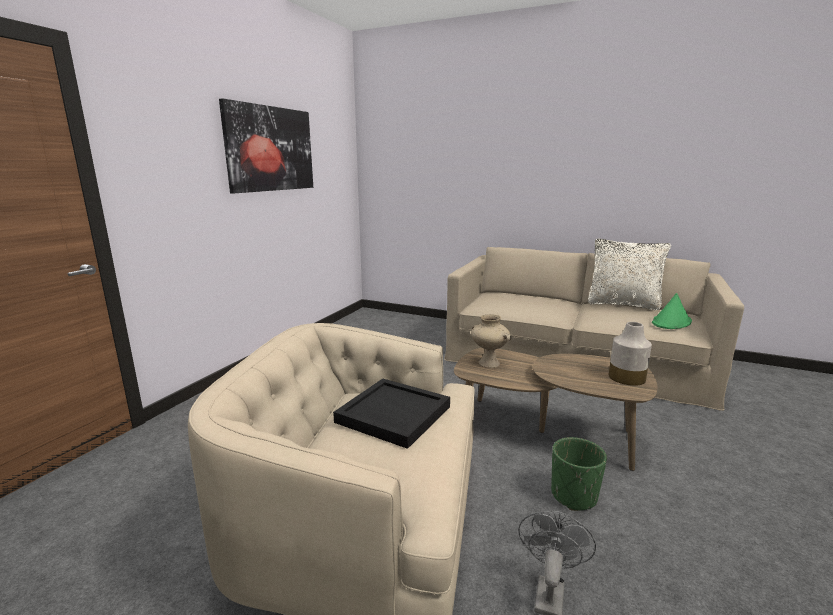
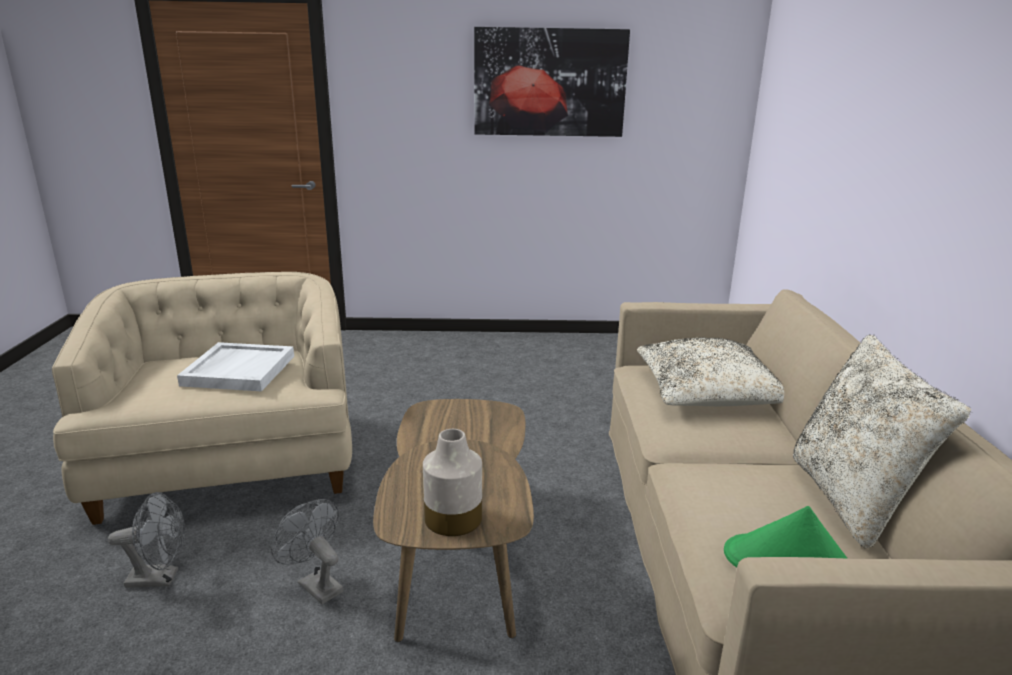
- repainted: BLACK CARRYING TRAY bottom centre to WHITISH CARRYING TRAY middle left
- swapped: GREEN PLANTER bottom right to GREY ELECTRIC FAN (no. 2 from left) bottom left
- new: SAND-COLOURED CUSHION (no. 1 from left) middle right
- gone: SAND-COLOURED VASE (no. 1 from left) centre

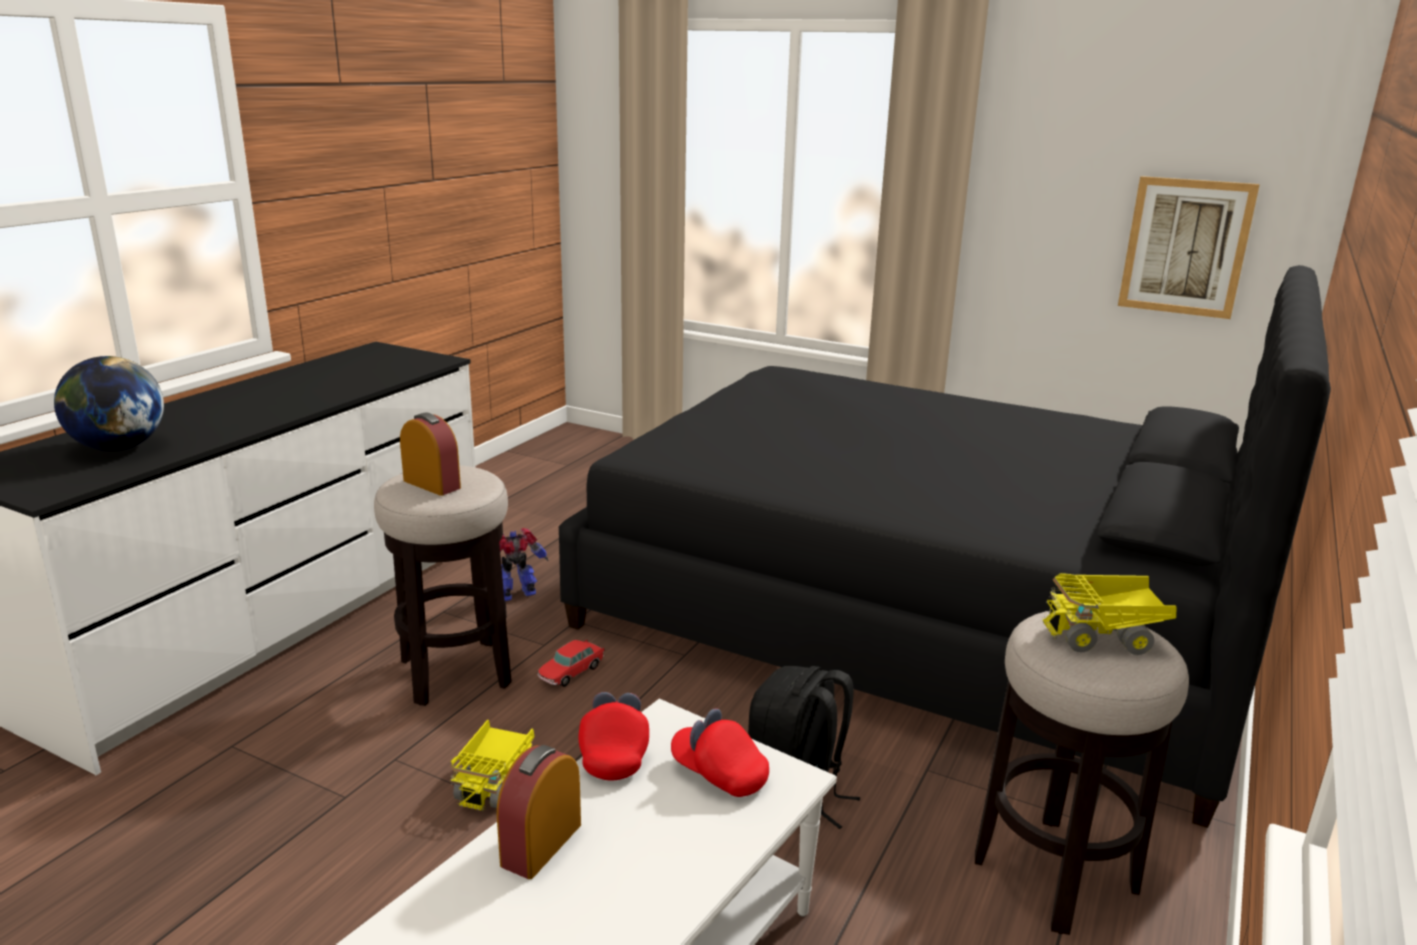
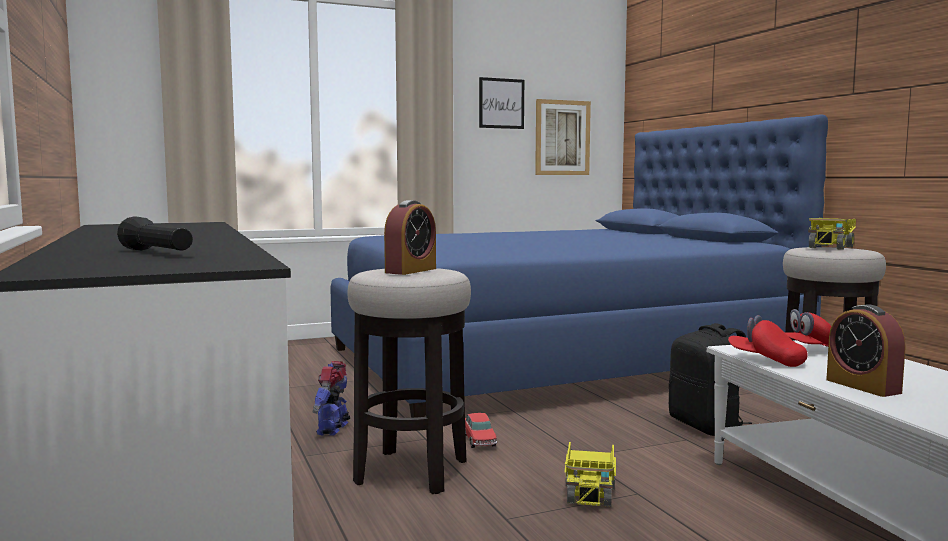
- swapped: DESK GLOBE middle left to BLACK HAND TORCH middle left
- repainted: BLACK BED middle right to BLUE-COLOURED BED centre
- rotated: TABLE CLOCK (no. 1 from left) middle left = centre 135 degrees clockwise
- new: WALL PICTURE (no. 1 from left) top centre
- rotated: TOY TRUCK (no. 1 from left) bottom centre = bottom centre 45 degrees clockwise

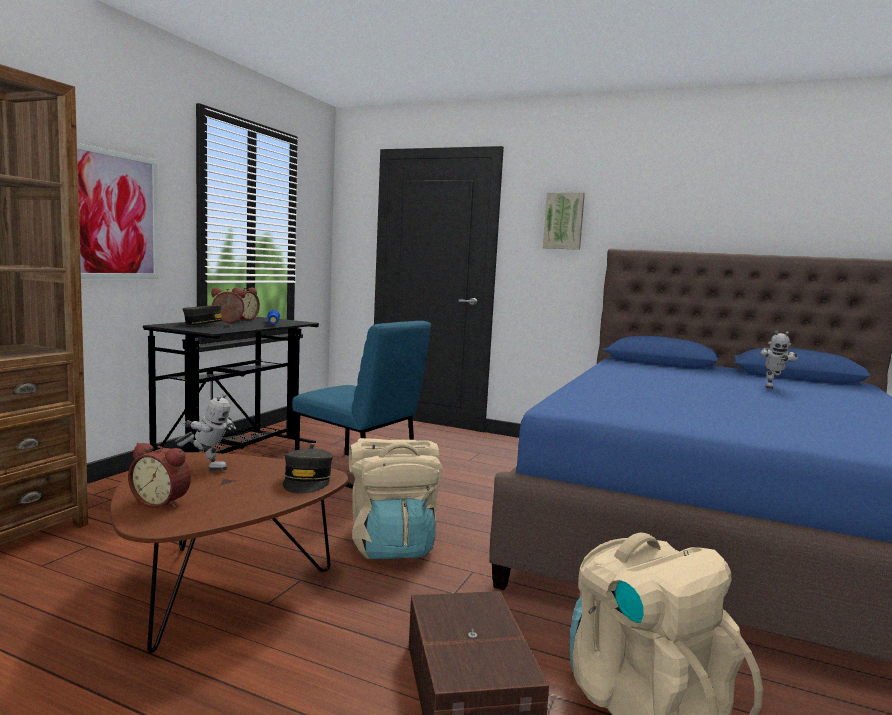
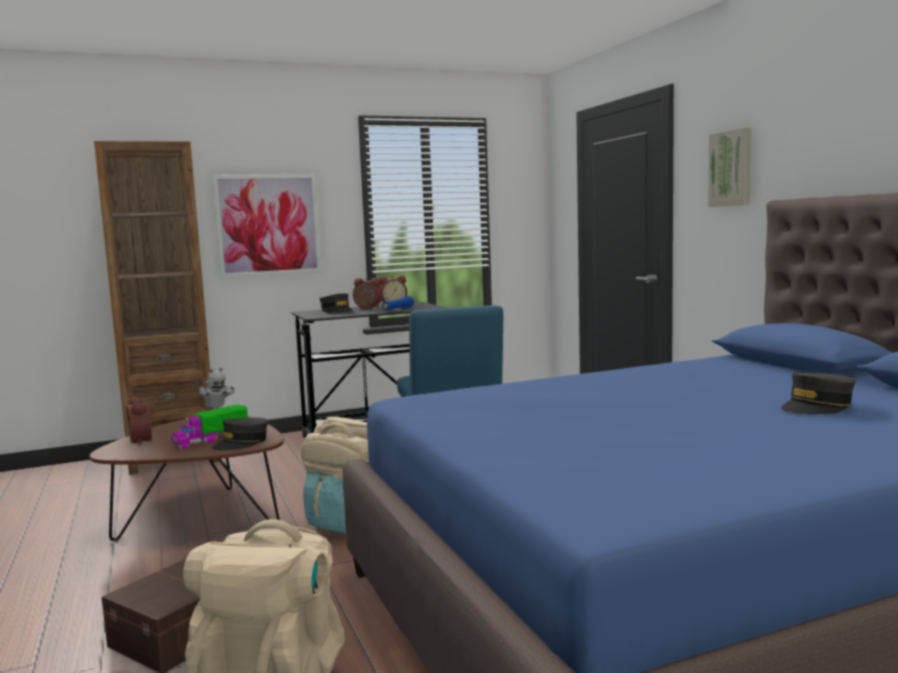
- new: TOY TRUCK middle left
- swapped: ROBOT FIGURE (no. 2 from left) middle right to GREY CAP (no. 3 from left) middle right

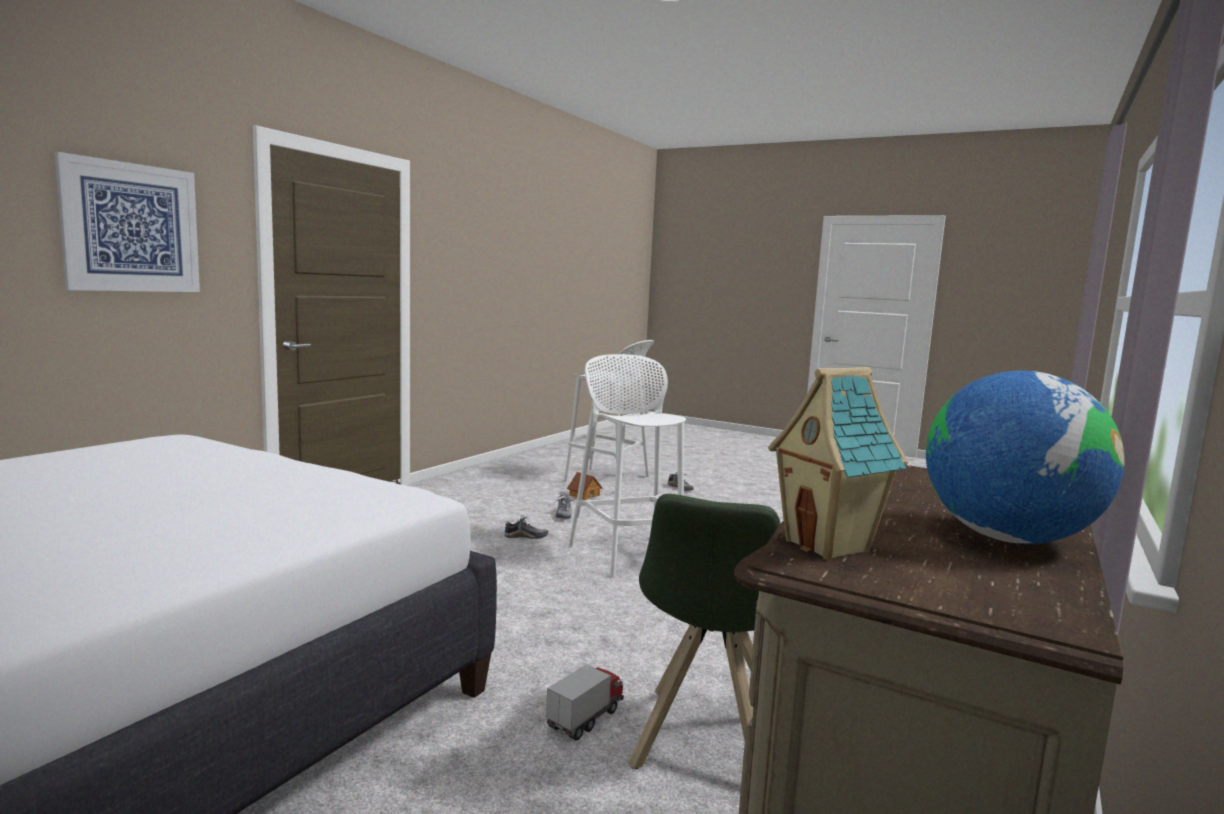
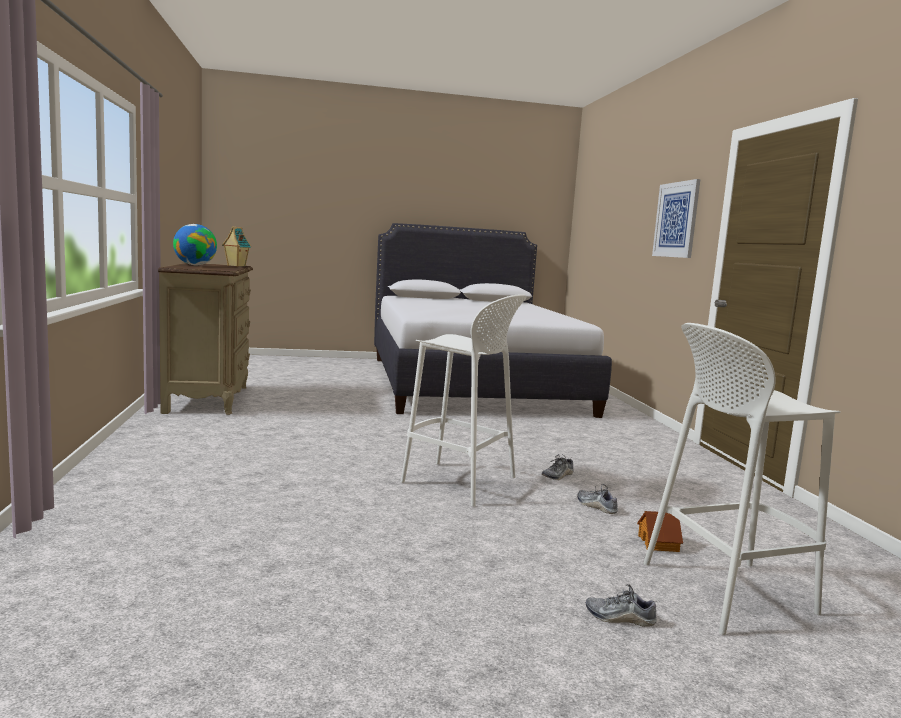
- gone: TOY TRUCK bottom centre
- gone: GREEN PLAIN CHAIR bottom centre

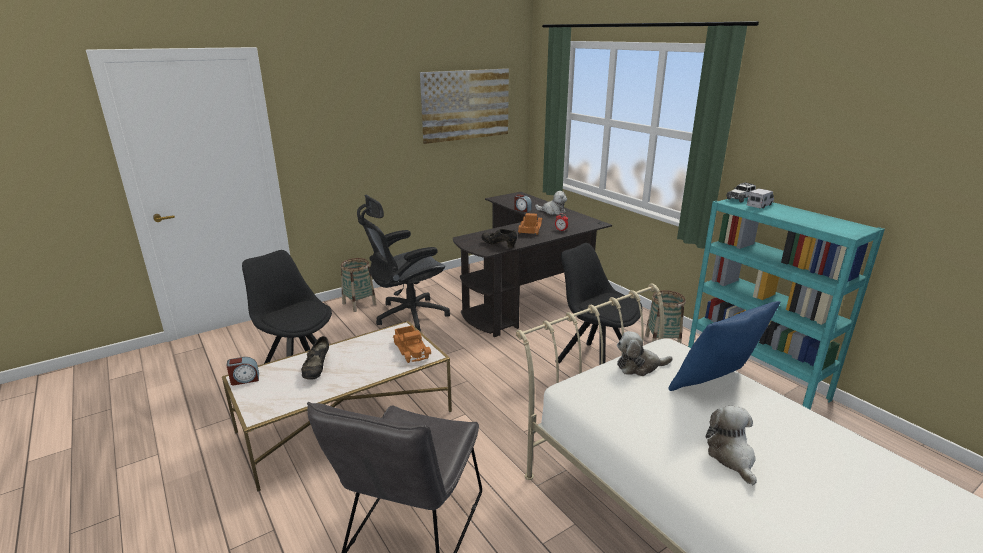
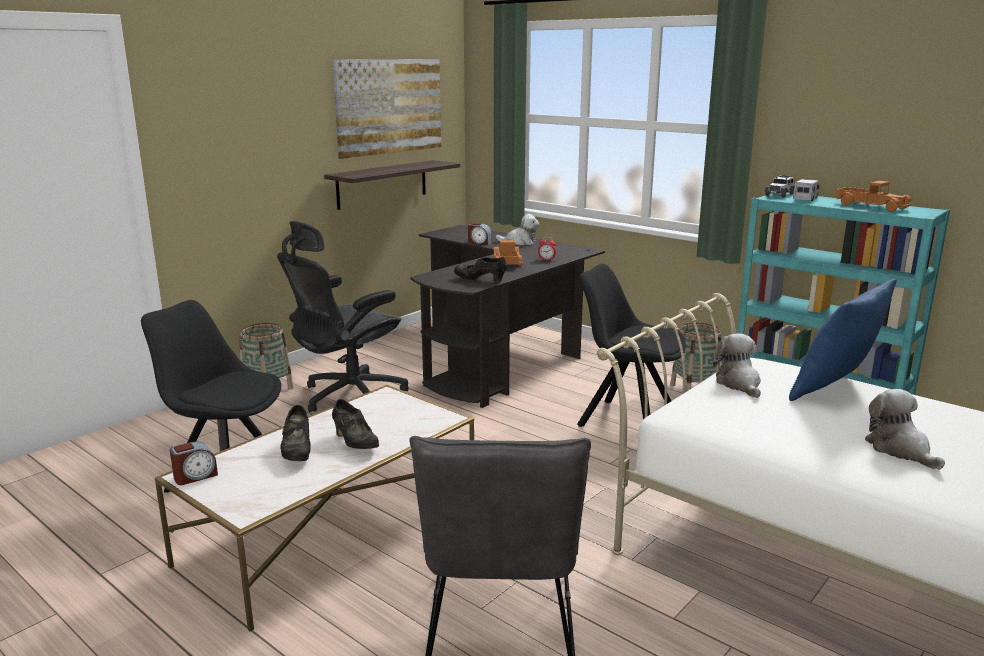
- new: SHELF top centre
- new: BLACK ITEM OF FOOTWEAR (no. 2 from left) centre
- rotated: PLUSH TOY (no. 2 from left) centre = middle right 105 degrees clockwise
- shifted: TOY TRUCK (no. 1 from left in the first image) centre to TOY TRUCK (no. 3 from left) top right

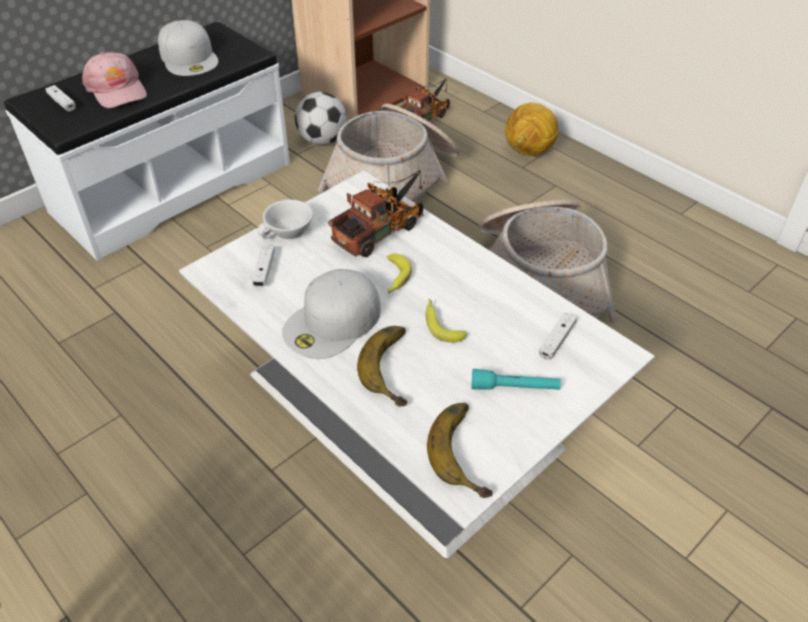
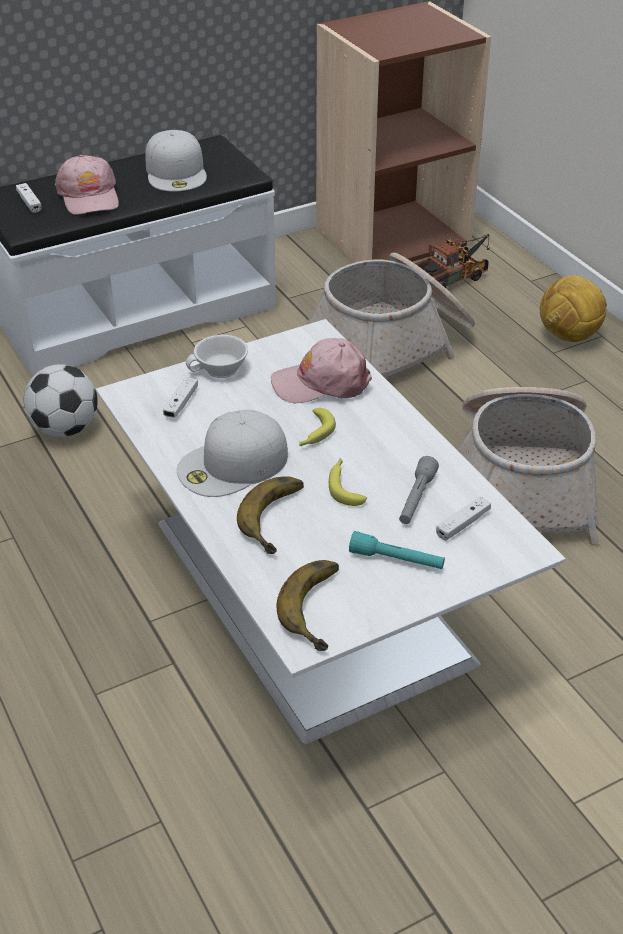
- shifted: FOOTBALL (no. 1 from left) top centre to middle left
- swapped: TOY TRUCK (no. 1 from left) centre to PINK CAP (no. 2 from left) centre
- new: GREY HAND TORCH middle right

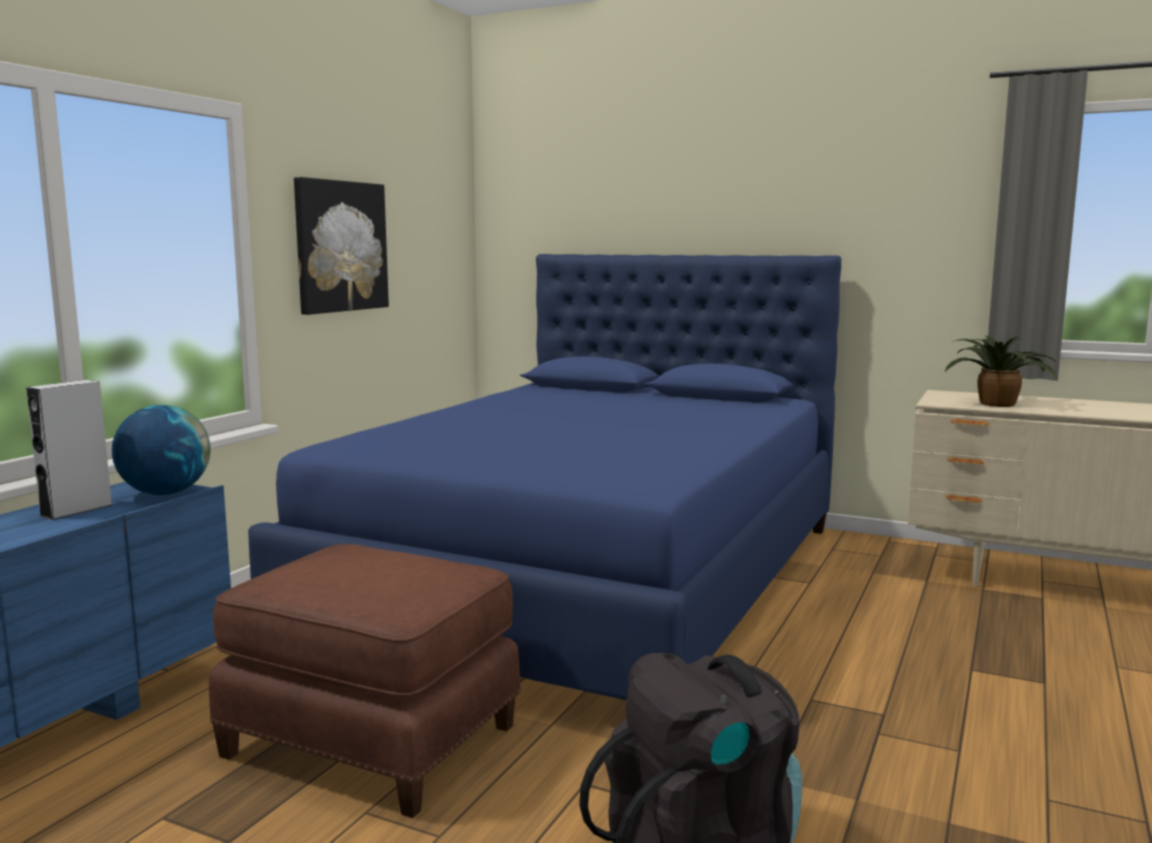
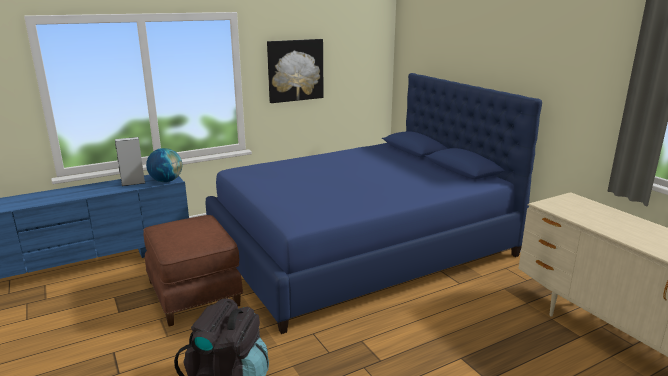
- gone: HOUSEPLANT middle right

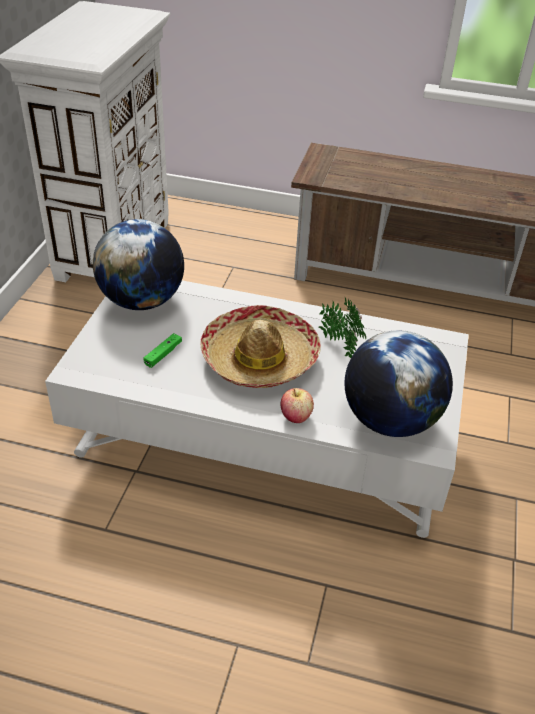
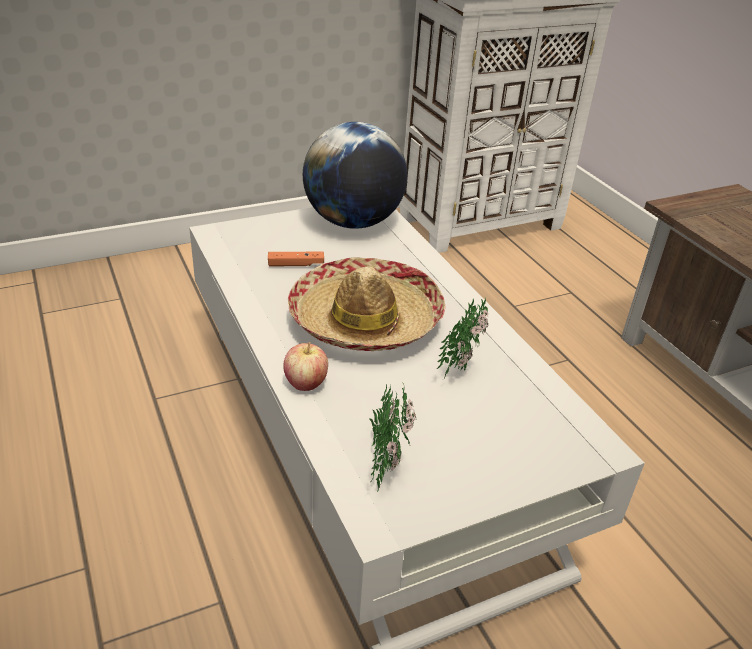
- repainted: GREEN JOYPAD middle left to ORANGE JOYPAD centre
- swapped: DESK GLOBE (no. 2 from left) middle right to HOUSEPLANT (no. 1 from left) bottom centre

